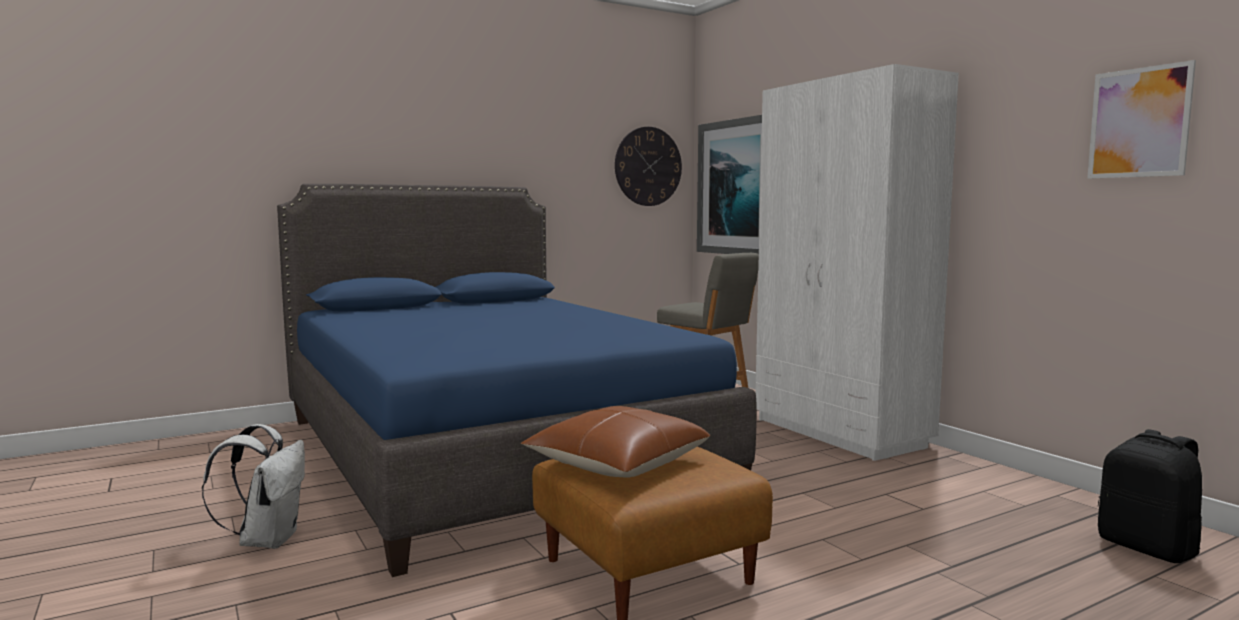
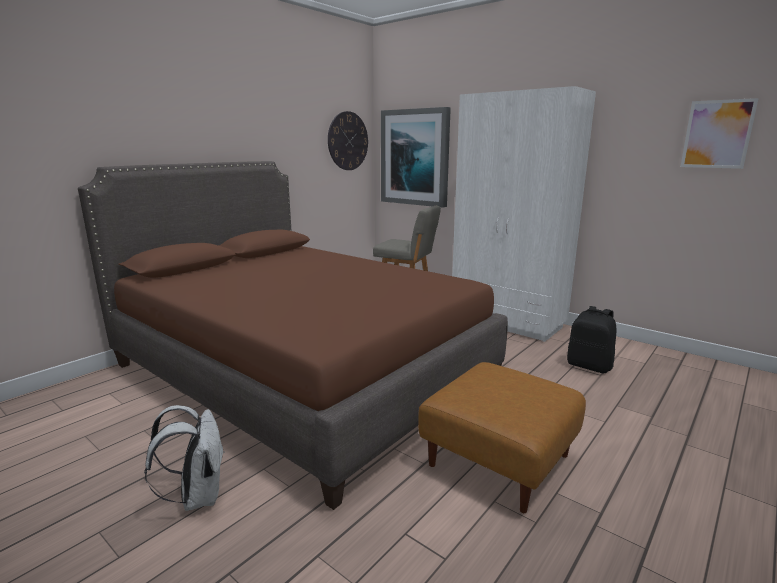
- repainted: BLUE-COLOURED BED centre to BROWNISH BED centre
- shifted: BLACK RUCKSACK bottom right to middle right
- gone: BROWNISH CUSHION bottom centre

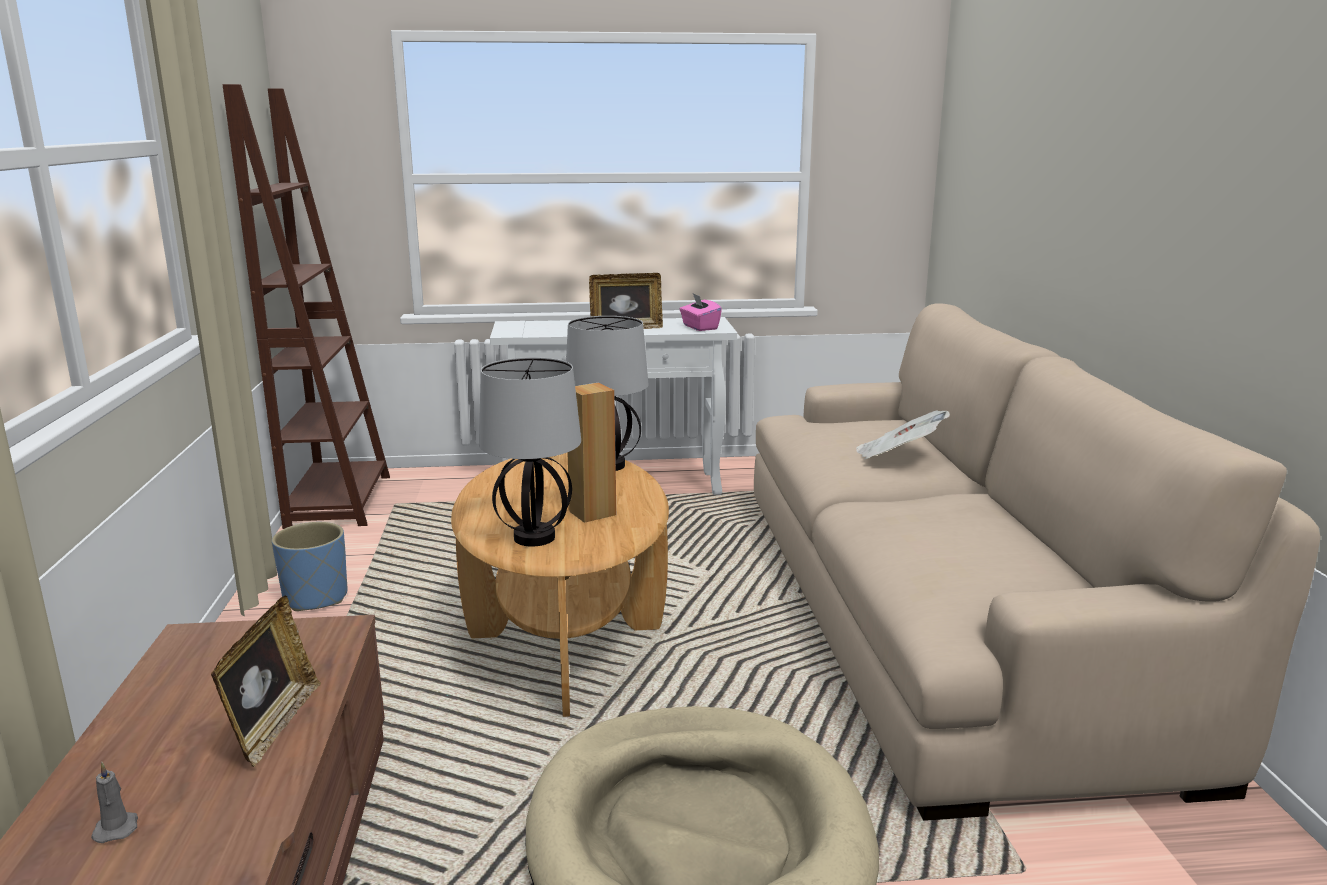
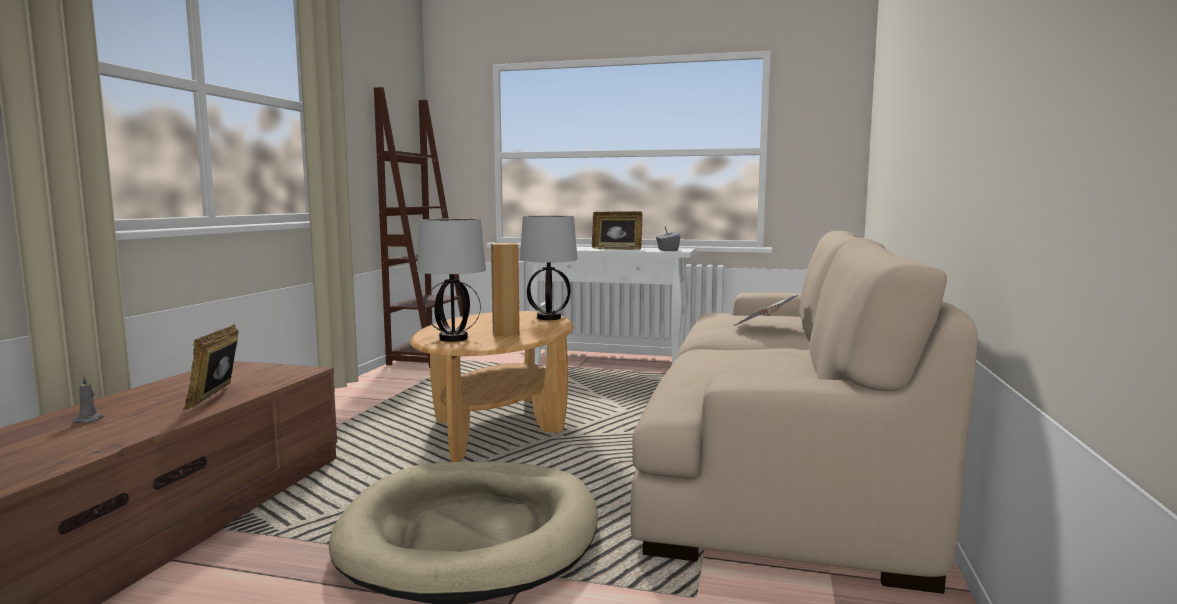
- rotated: PICTURE FRAME (no. 1 from left) bottom left = middle left 150 degrees clockwise
- repainted: PINK BOX OF TISSUES centre to GREY BOX OF TISSUES centre
- gone: BLUE-COLOURED PLANTER middle left

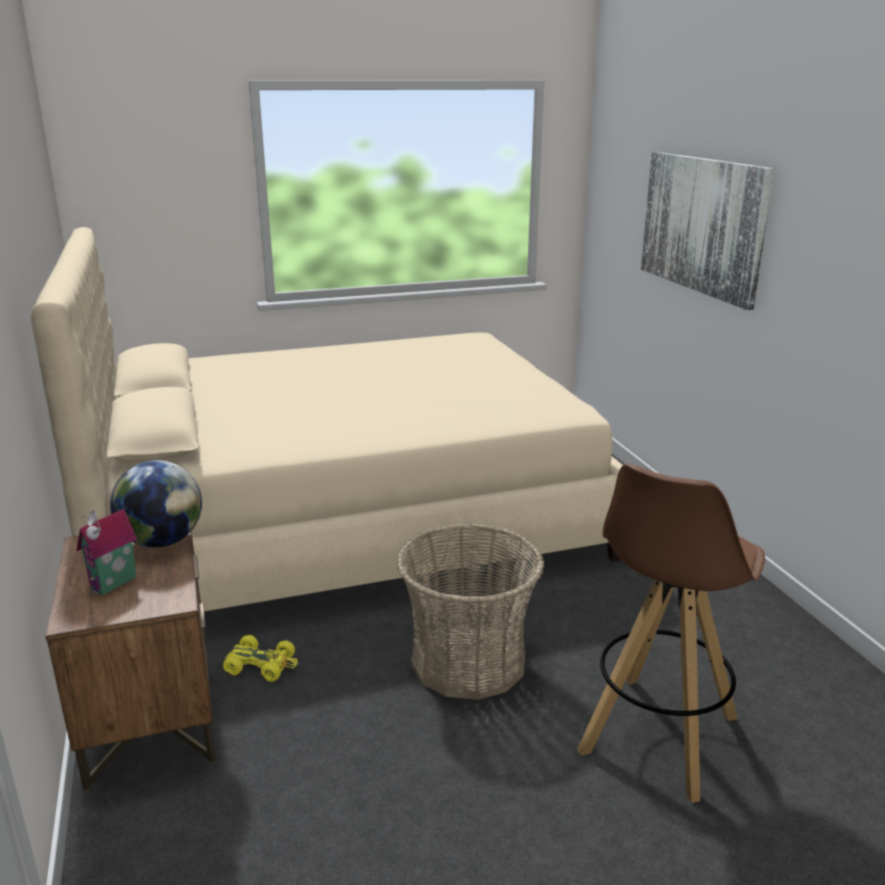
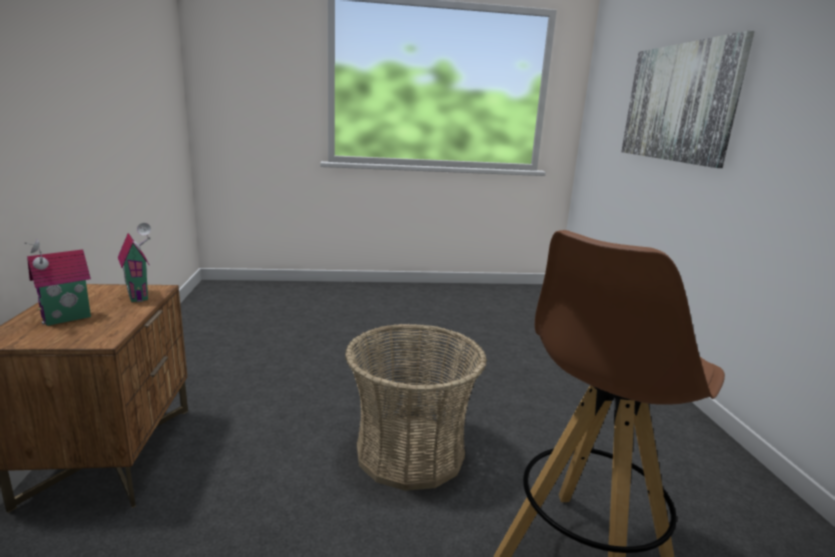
- swapped: DESK GLOBE middle left to TOY HOUSE (no. 2 from left) middle left
- gone: SAND-COLOURED BED centre
- gone: YELLOW-COLOURED TOY CAR bottom left

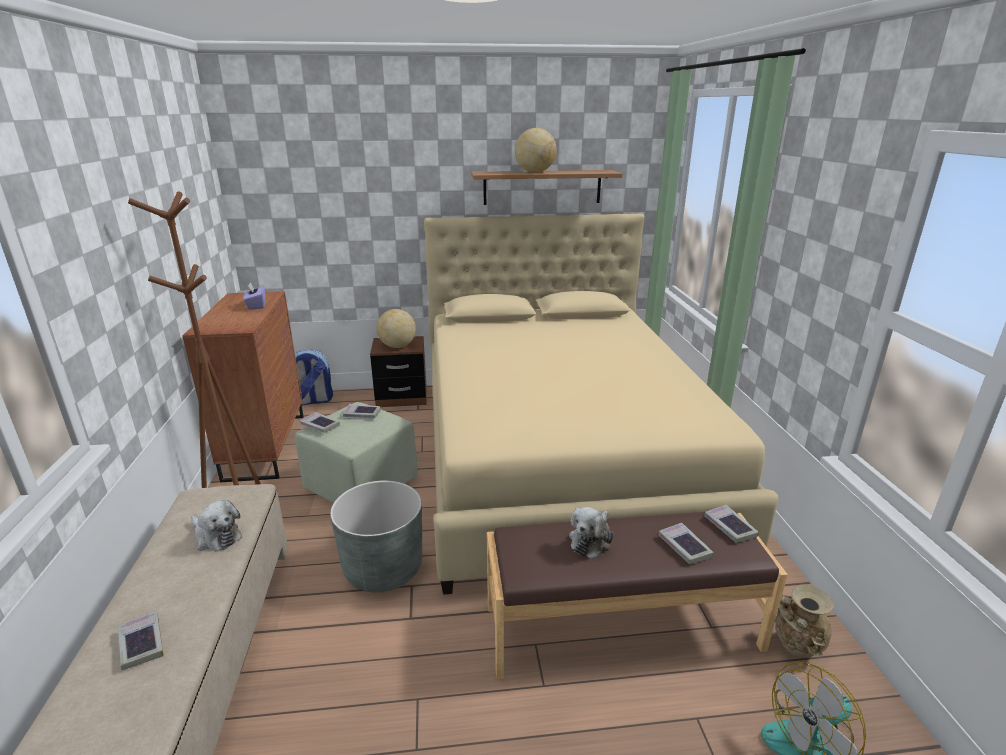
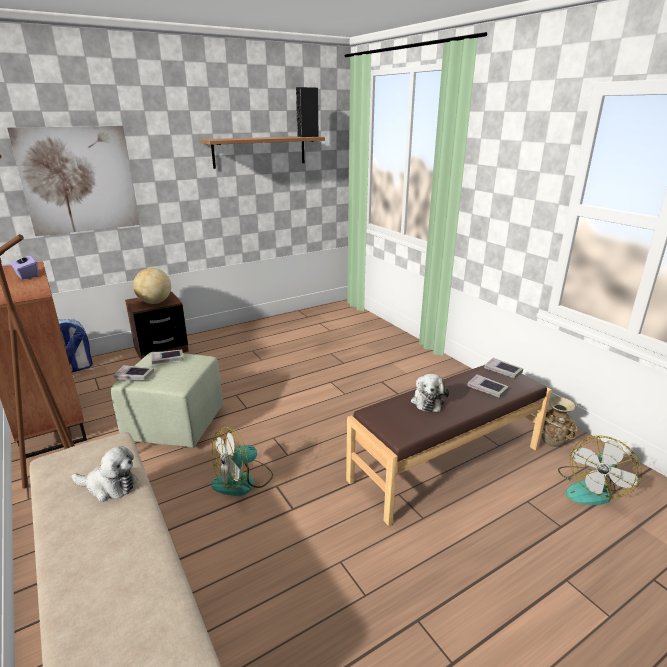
- new: WALL PICTURE top left
- swapped: GREY PLANTER bottom centre to ELECTRIC FAN (no. 1 from left) bottom centre
- new: BLACK LOUDSPEAKER top centre
- gone: VOLUME (no. 1 from left) bottom left
- gone: SAND-COLOURED BED centre
- gone: DESK GLOBE (no. 2 from left) top centre

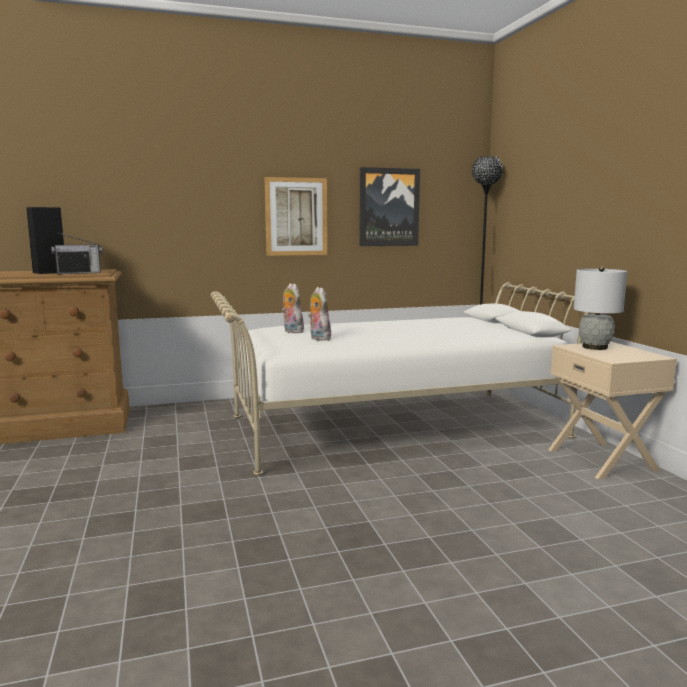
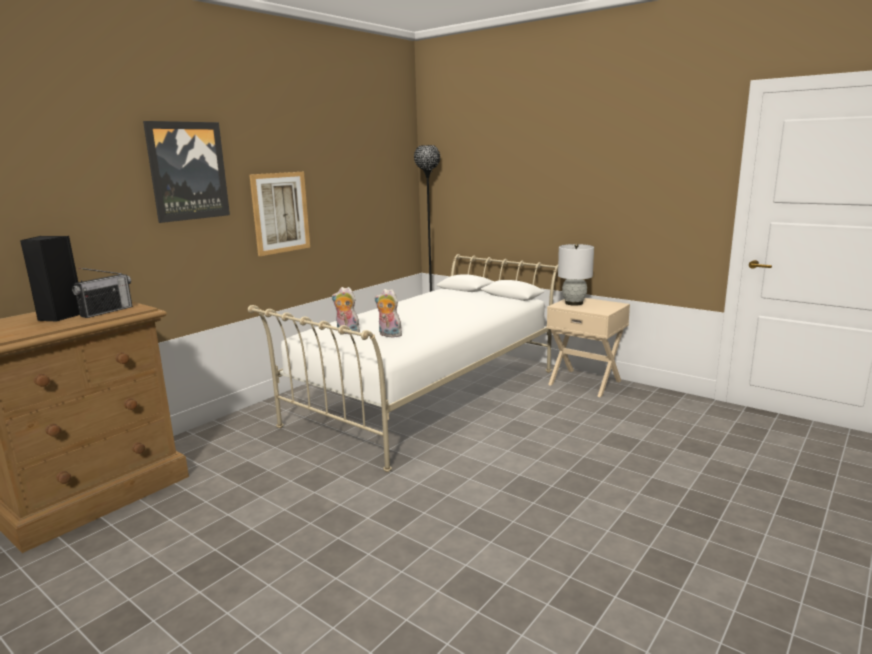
- shifted: WALL PICTURE (no. 2 from left in the first image) top centre to WALL PICTURE (no. 1 from left) top left

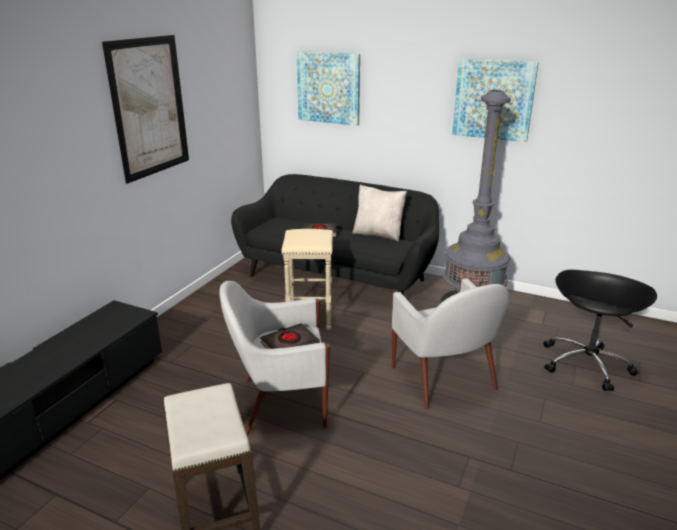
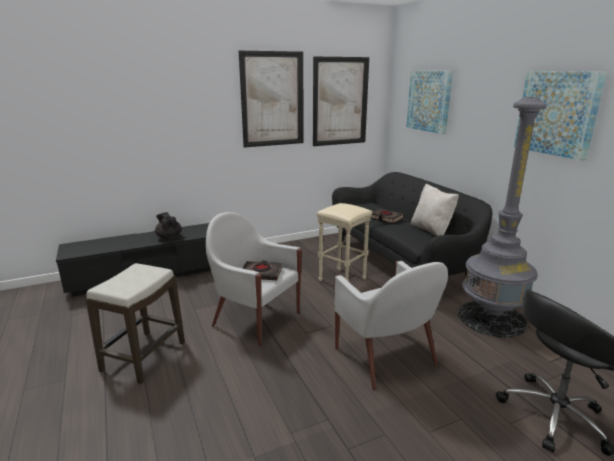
- new: BLACK POT FOR TEA middle left
- new: WALL PICTURE (no. 2 from left) top centre
- rotated: WHITISH LOUNGE CHAIR (no. 2 from left) centre = bottom centre 45 degrees counterclockwise

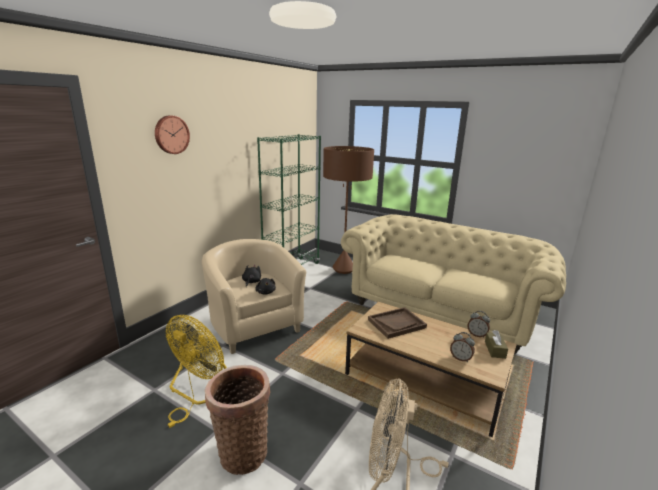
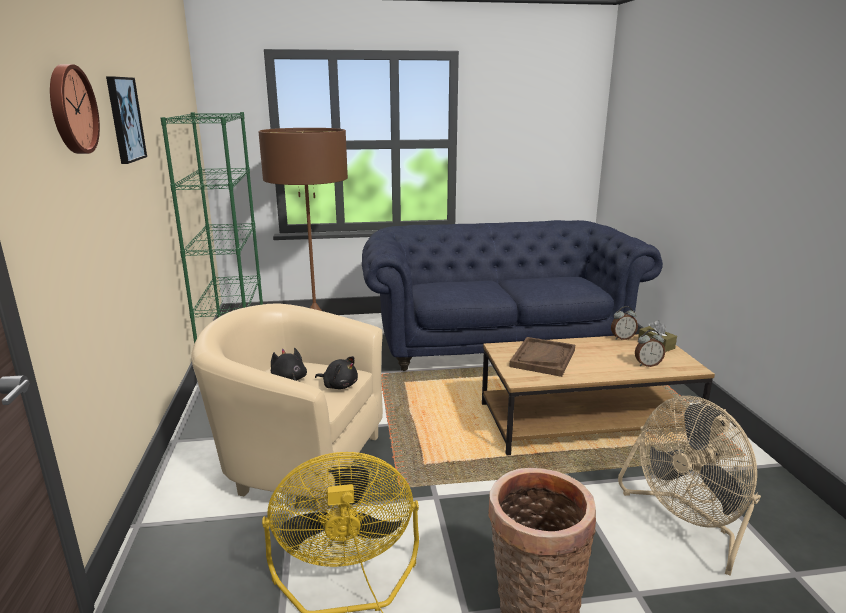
- new: WALL PICTURE top left
- repainted: SAND-COLOURED SETTEE middle right to BLUE-COLOURED SETTEE centre

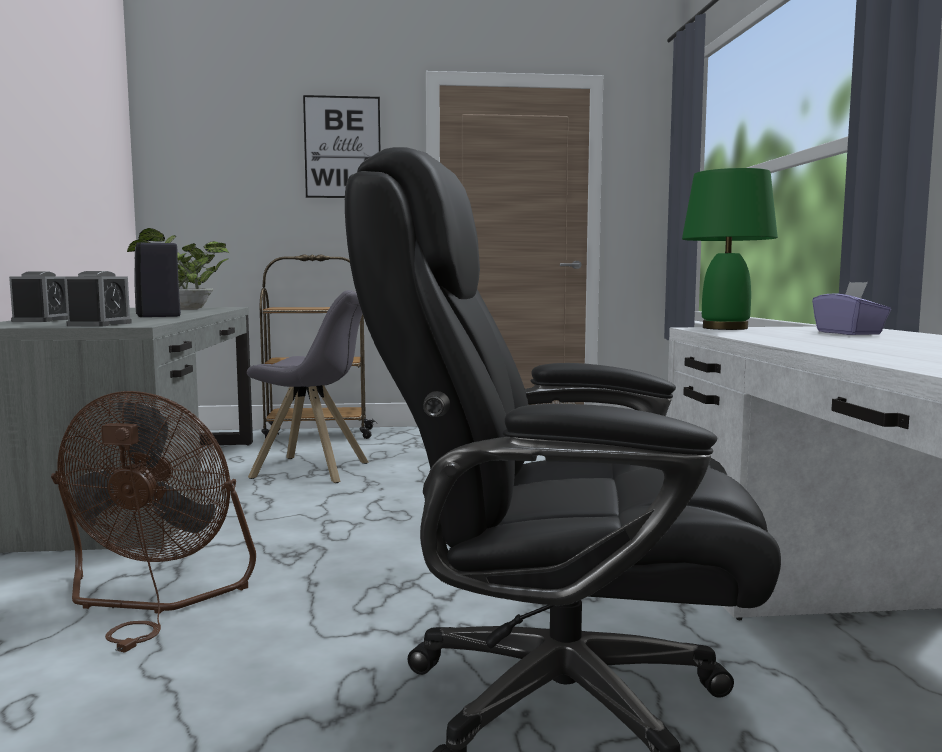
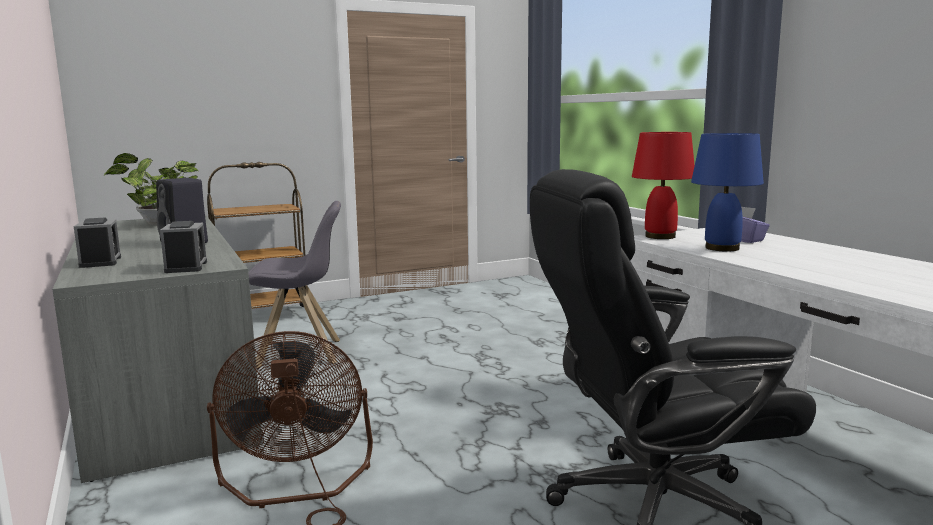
- repainted: GREEN LAMP FOR A TABLE top right to REDDISH LAMP FOR A TABLE middle right
- new: BLUE-COLOURED LAMP FOR A TABLE middle right
- gone: WALL PICTURE top centre

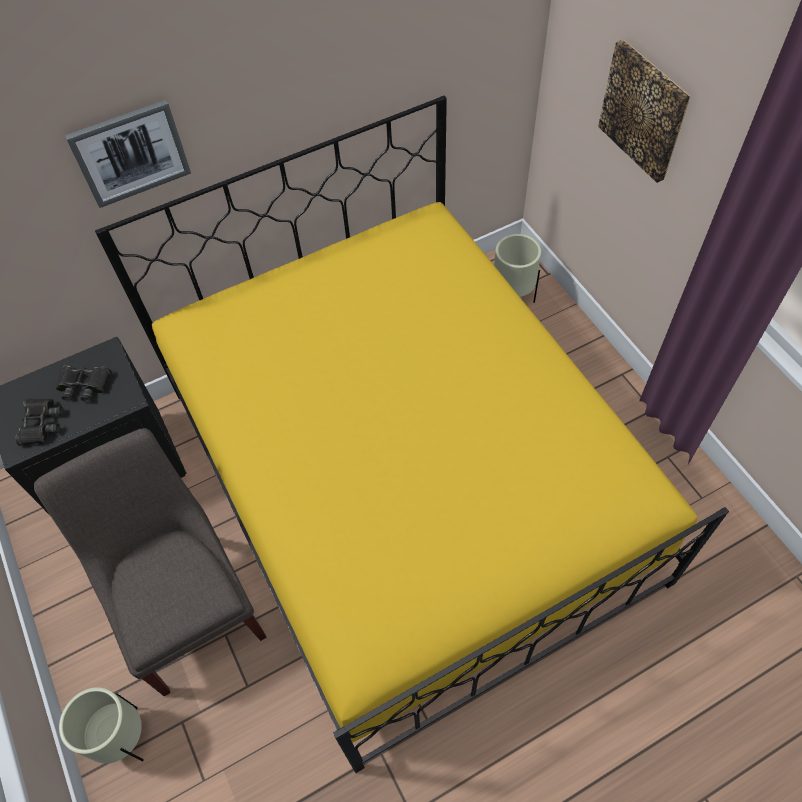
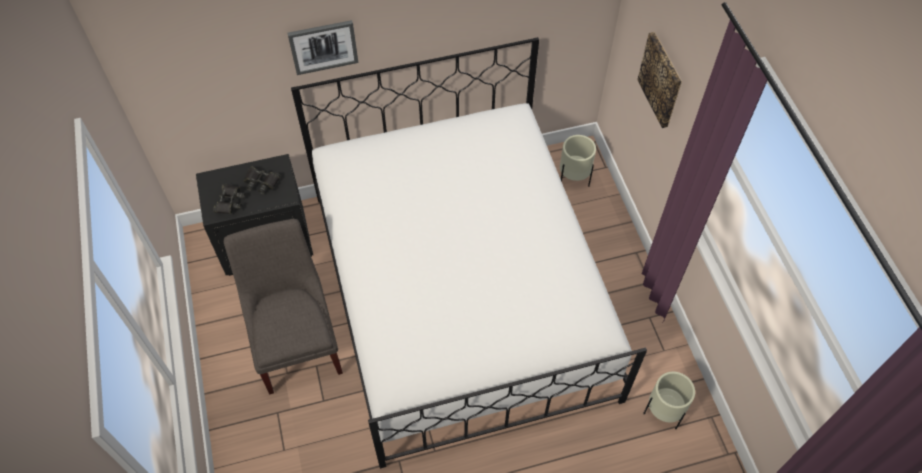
- repainted: YELLOW-COLOURED BED centre to WHITISH BED centre
- shifted: SAND-COLOURED PLANTER (no. 1 from left in the first image) bottom left to SAND-COLOURED PLANTER (no. 2 from left) bottom right

